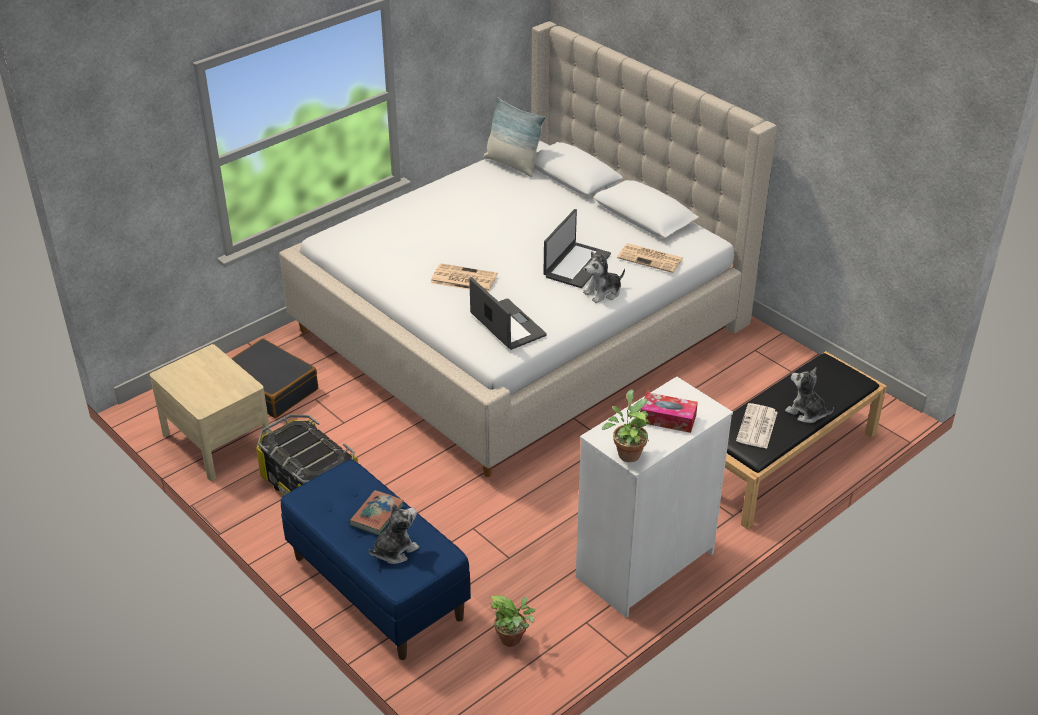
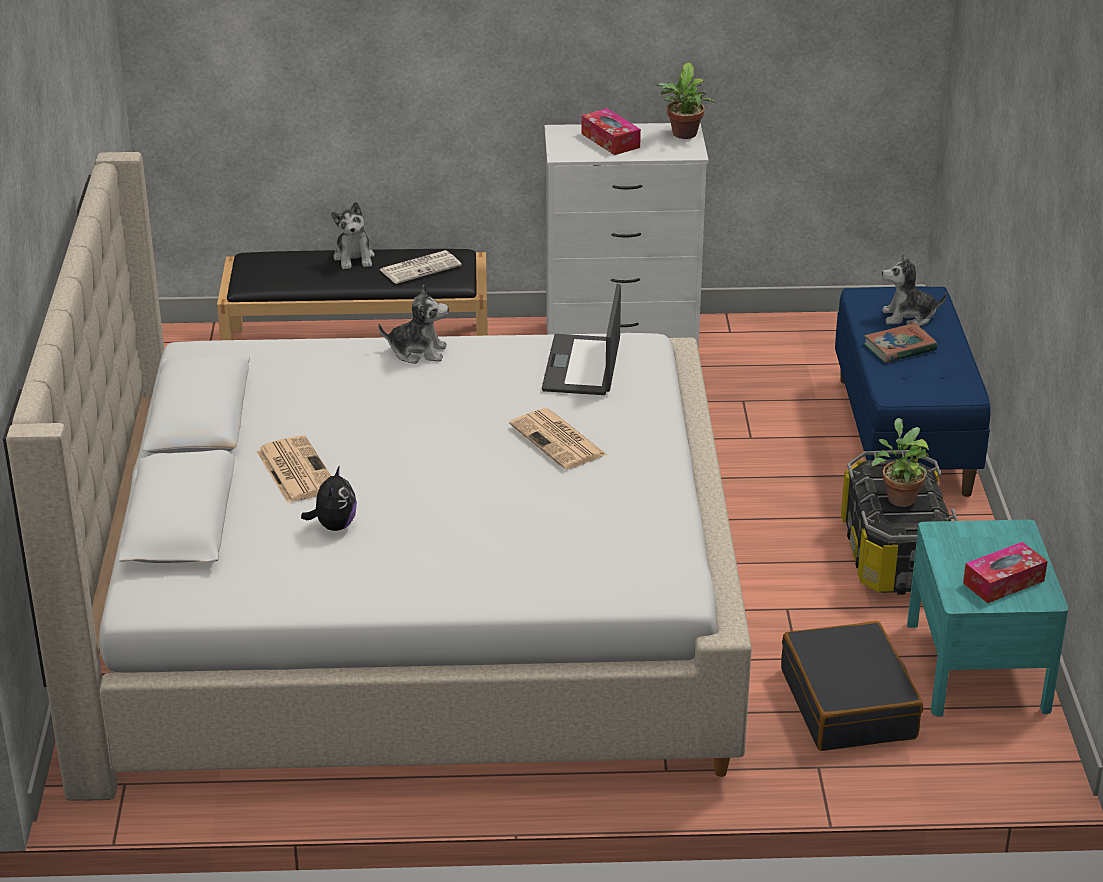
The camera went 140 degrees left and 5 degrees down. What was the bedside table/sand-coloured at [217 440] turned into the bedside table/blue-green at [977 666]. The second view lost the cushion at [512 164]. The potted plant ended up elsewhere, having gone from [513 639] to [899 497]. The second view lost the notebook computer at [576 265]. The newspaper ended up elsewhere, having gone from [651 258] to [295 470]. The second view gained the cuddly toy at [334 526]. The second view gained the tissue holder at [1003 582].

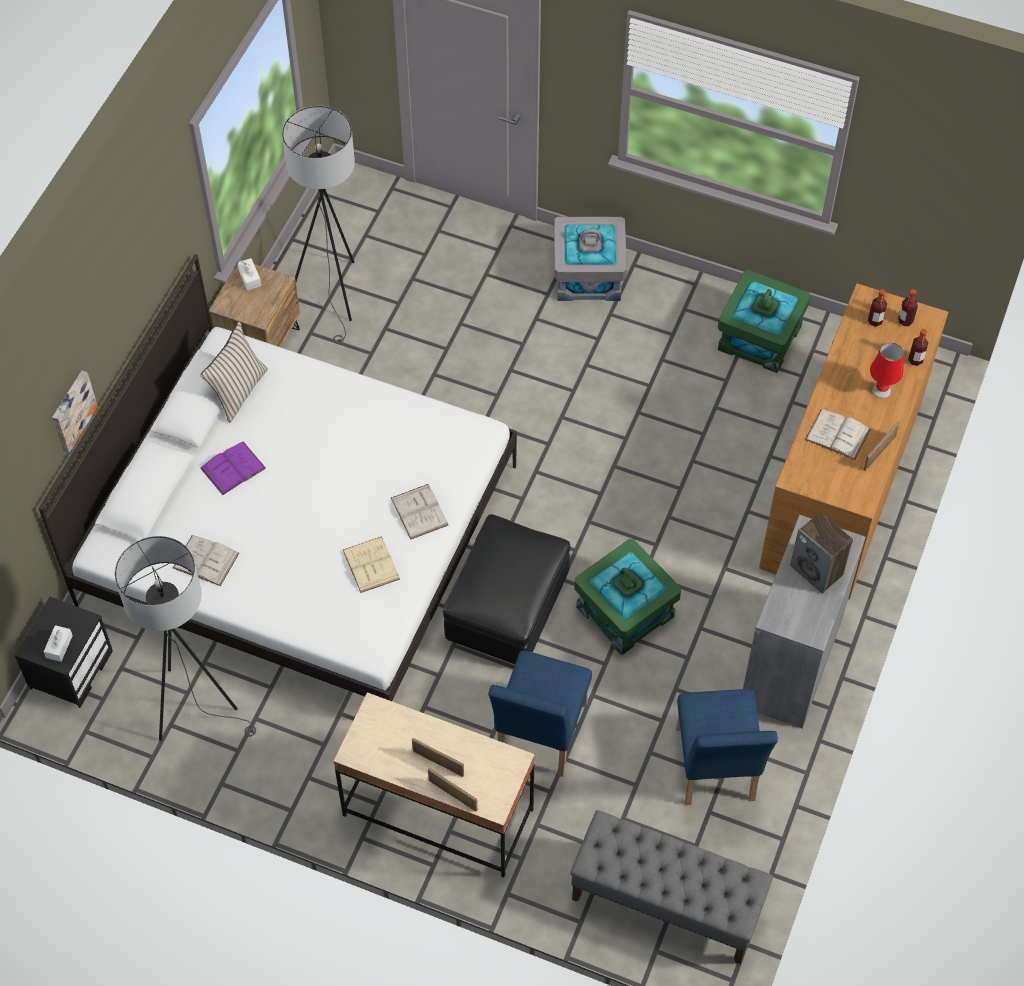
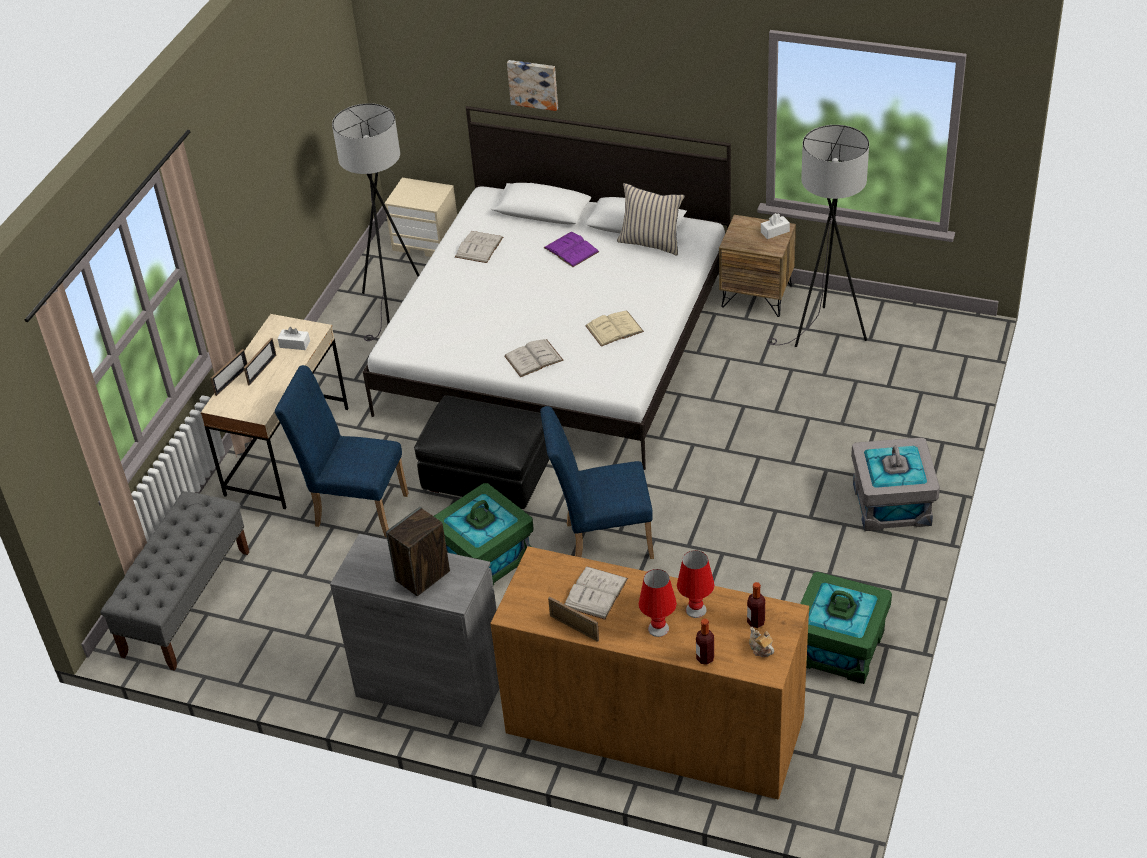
The camera went 90 degrees right and 15 degrees down. What was the bedside table/blackish at [71 668] turned into the bedside table/sand-coloured at [427 241]. The tissue holder/white ended up elsewhere, having gone from [59 646] to [294 344]. The book/sand-coloured ended up elsewhere, having gone from [371 564] to [614 328]. The plain chair/bluish ended up elsewhere, having gone from [715 772] to [601 540]. Where the drink bottle stood at [905 321], the teapot came to stand at [760 649]. The second view gained the table lamp/red-coloured at [696 610].

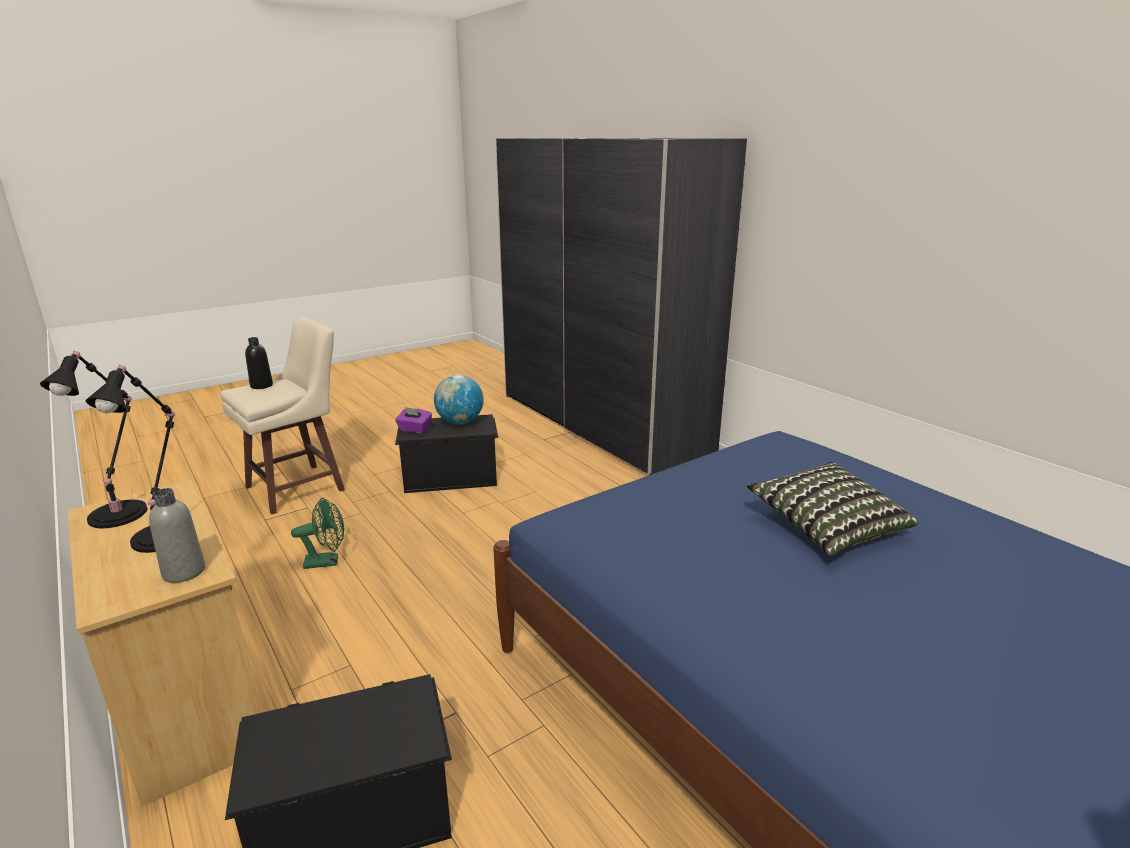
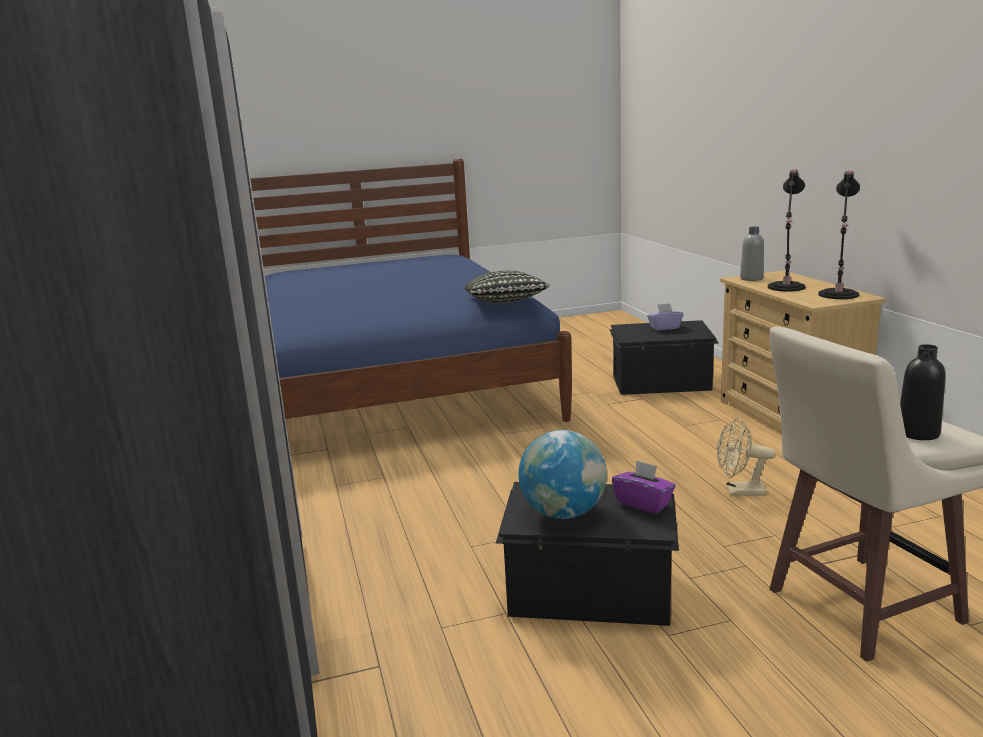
The camera went 160 degrees left and 5 degrees down. What was the electric fan/green-coloured at [327 561] turned into the electric fan/sand-coloured at [739 492]. The cushion ended up elsewhere, having gone from [827 526] to [505 303]. The second view gained the tissue holder/purple-coloured at [664 327].

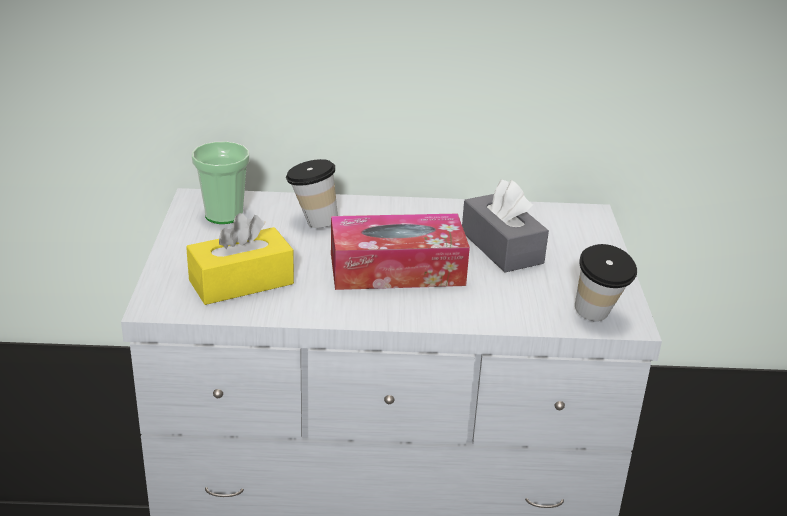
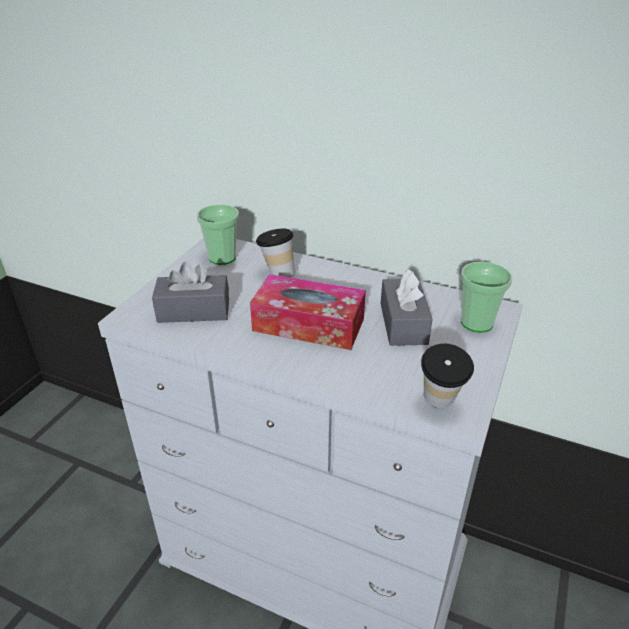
The camera went 25 degrees right and 5 degrees up. What was the tissue holder/yellow-coloured at [241 282] turned into the tissue holder/grey at [194 311]. The second view gained the small cup at [476 323].

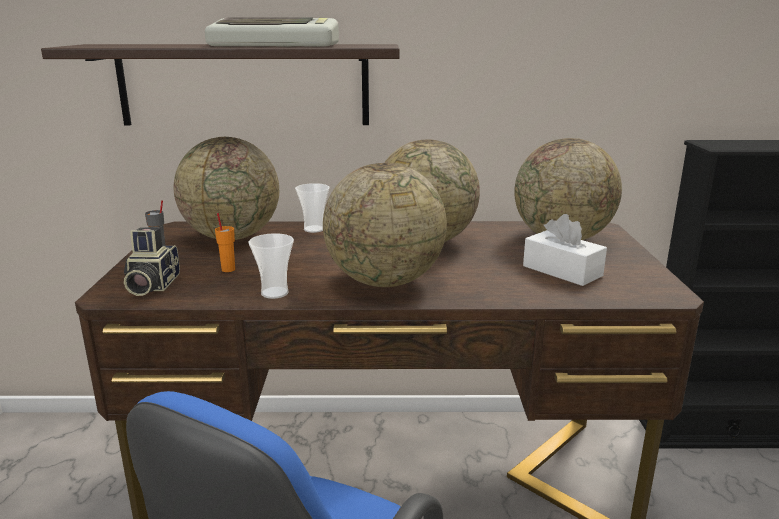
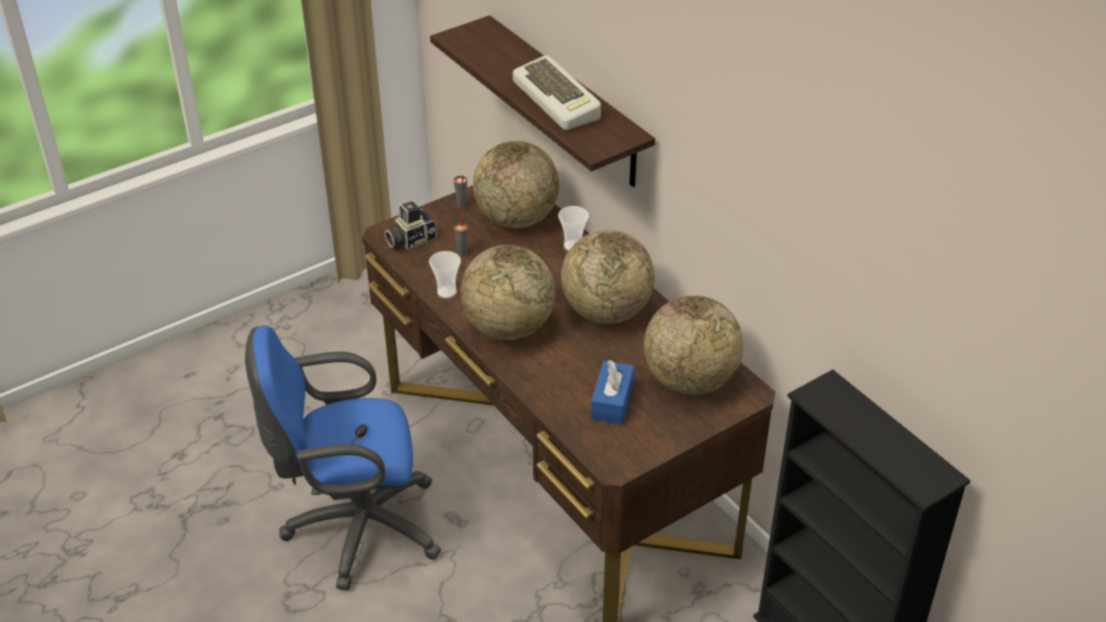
The camera went 55 degrees right and 20 degrees up. What was the small cup/orangey at [228 269] turned into the small cup/grey at [462 252]. What was the tissue holder/white at [562 271] turned into the tissue holder/bluish at [612 401].

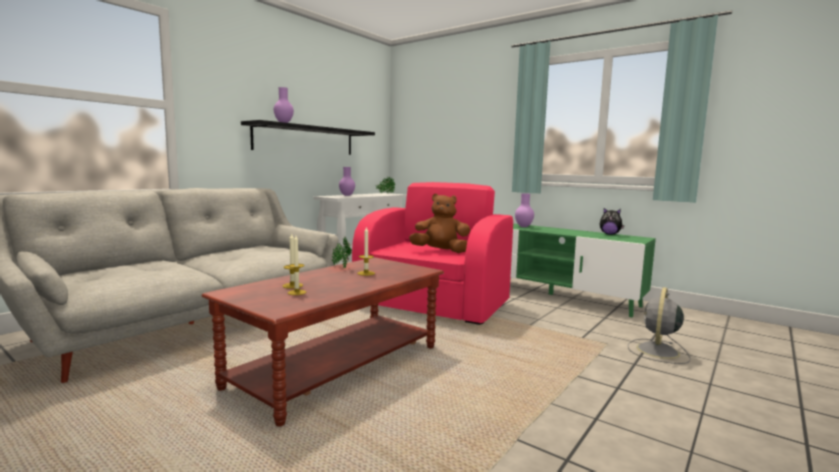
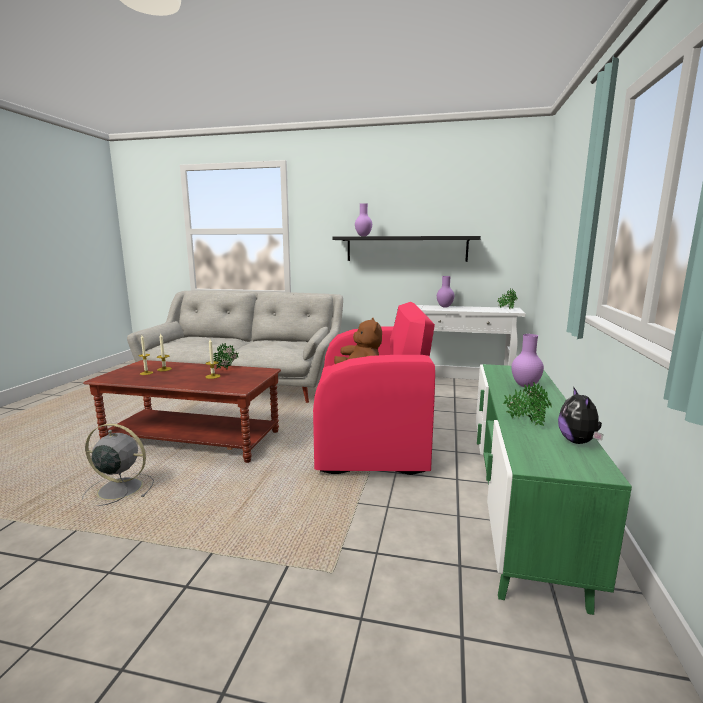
The camera went 65 degrees right and 5 degrees up. The electric fan/grey ended up elsewhere, having gone from [657 351] to [118 489]. The second view gained the potted plant at [525 422].

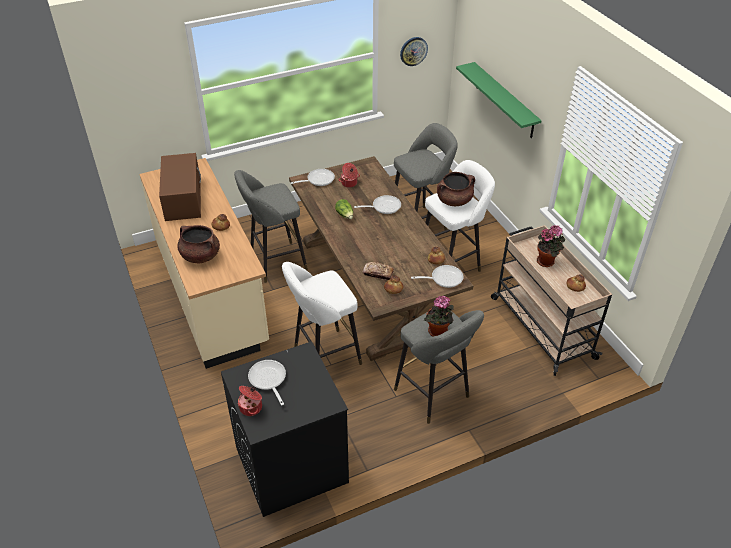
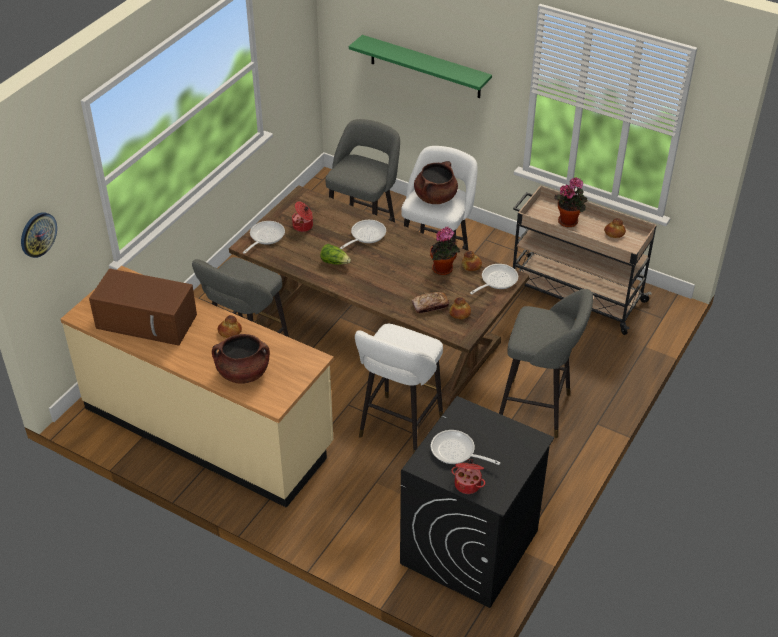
The camera went 35 degrees left and 0 degrees up. The microwave oven/brownish at [182 197] ended up facing another way, 150 degrees clockwise from before. The wall clock ended up elsewhere, having gone from [413 51] to [38 234]. The potted plant ended up elsewhere, having gone from [438 333] to [444 270].

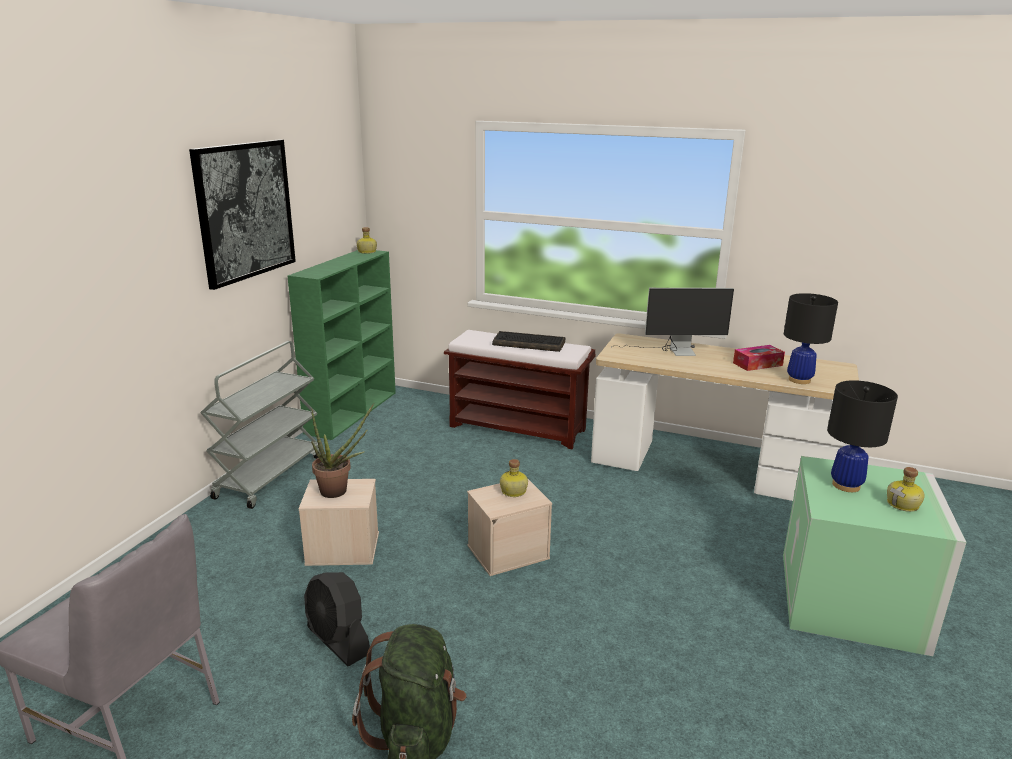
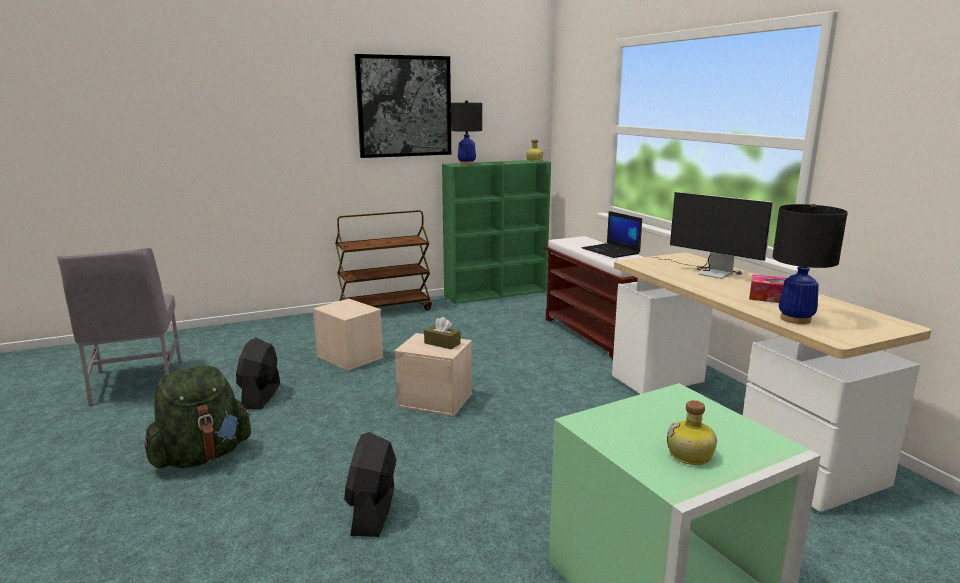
The camera went 45 degrees right and 5 degrees down. What was the trolley/grey at [269 476] turned into the trolley/brownish at [385 310]. The second view lost the potted plant at [339 491]. Where the keyboard stood at [529 343], the notebook computer came to stand at [611 251]. Where the drink bottle stood at [513 491], the tissue holder/brownish came to stand at [442 343]. The table lamp/blackish ended up elsewhere, having gone from [846 485] to [466 164]. The second view gained the electric fan/blackish at [373 511].

